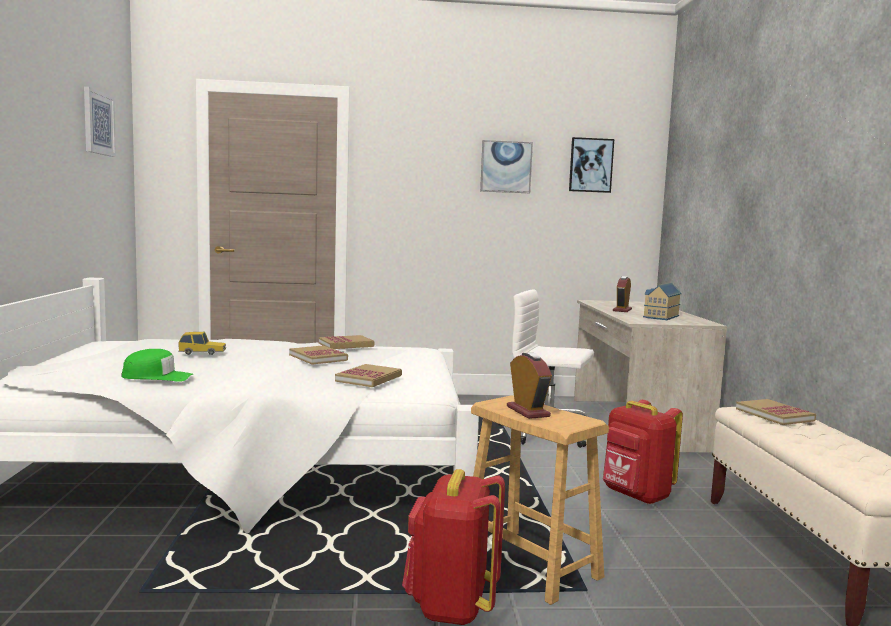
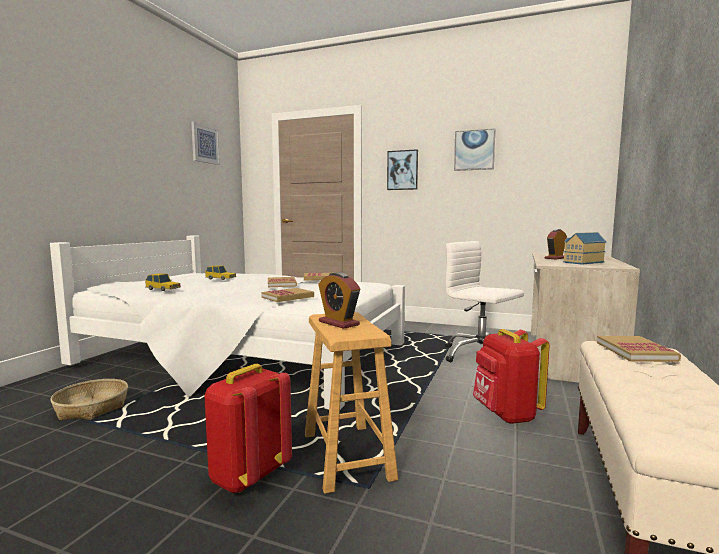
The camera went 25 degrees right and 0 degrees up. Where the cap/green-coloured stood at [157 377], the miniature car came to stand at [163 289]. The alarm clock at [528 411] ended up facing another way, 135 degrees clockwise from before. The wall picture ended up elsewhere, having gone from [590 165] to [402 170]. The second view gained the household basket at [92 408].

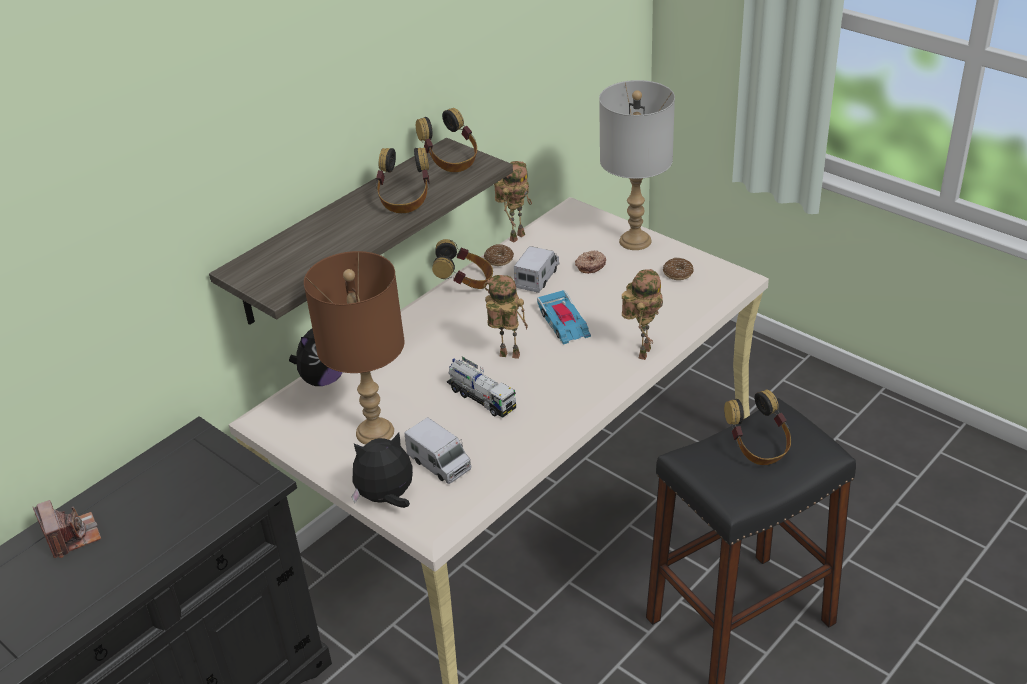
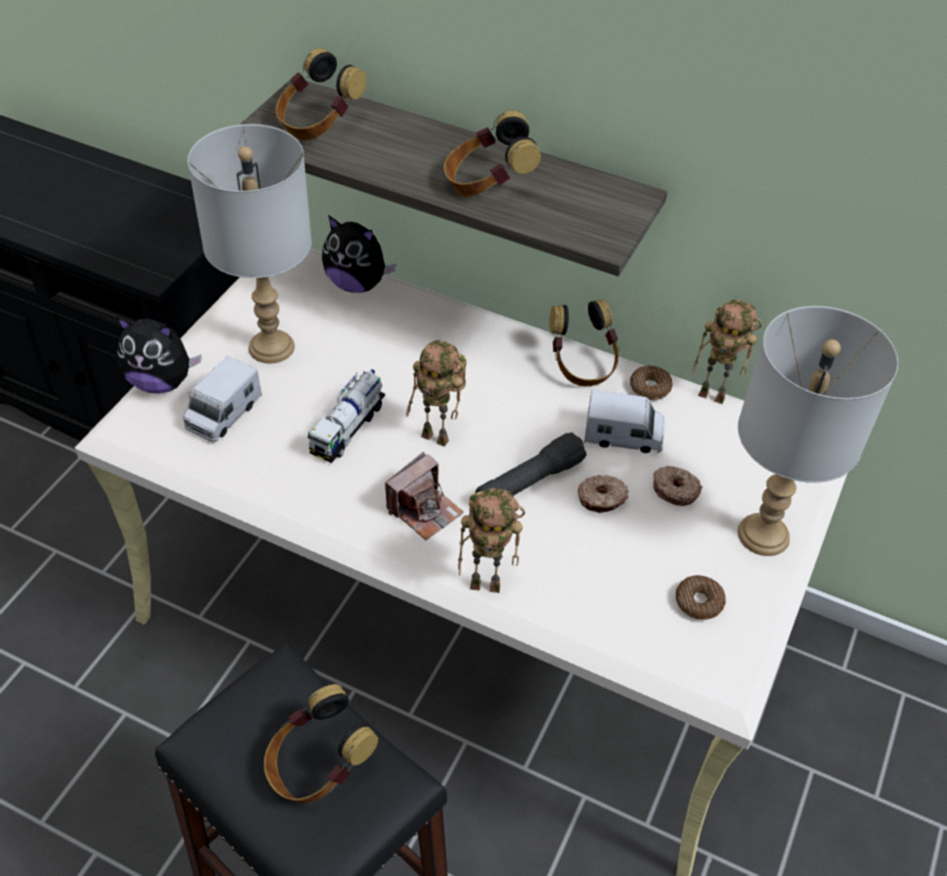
The camera went 70 degrees right and 10 degrees up. The still camera ended up elsewhere, having gone from [72 536] to [424 510]. What was the table lamp/brownish at [374 432] turned into the table lamp/grey at [271 347]. The cuddly toy at [386 498] ended up facing another way, 135 degrees clockwise from before. The headphones ended up elsewhere, having gone from [451 161] to [318 124]. The toy robot at [507 356] ended up facing another way, 120 degrees clockwise from before. Where the miniature car stood at [564 322], the flashlight/blackish came to stand at [529 482]. The second view gained the doughnut at [601 499].

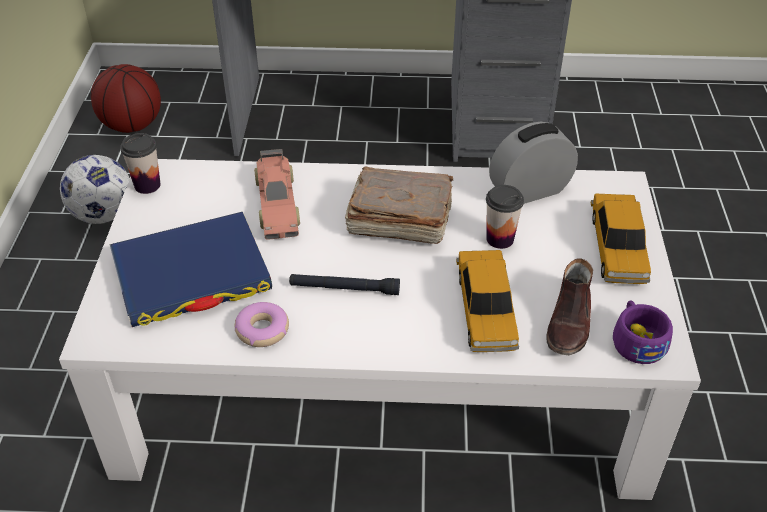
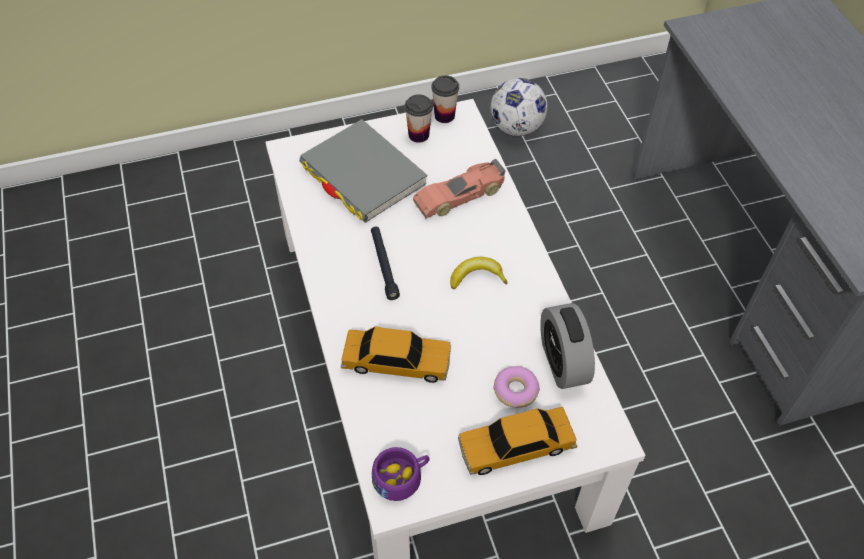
The camera went 70 degrees right and 10 degrees up. The second view lost the ball for basketball at [132 125]. What was the book/bluish at [191 275] turned into the book/grey at [363 175]. The doughnut ended up elsewhere, having gone from [262 330] to [515 390]. Where the book/brownish stood at [398 220], the banana came to stand at [477 277]. The miniature car at [485 309] ended up facing another way, 150 degrees counterclockwise from before. The small cup ended up elsewhere, having gone from [500 239] to [418 135]. The alarm clock at [529 191] ended up facing another way, 150 degrees counterclockwise from before. The second view lost the low shoe/brownish at [570 322].

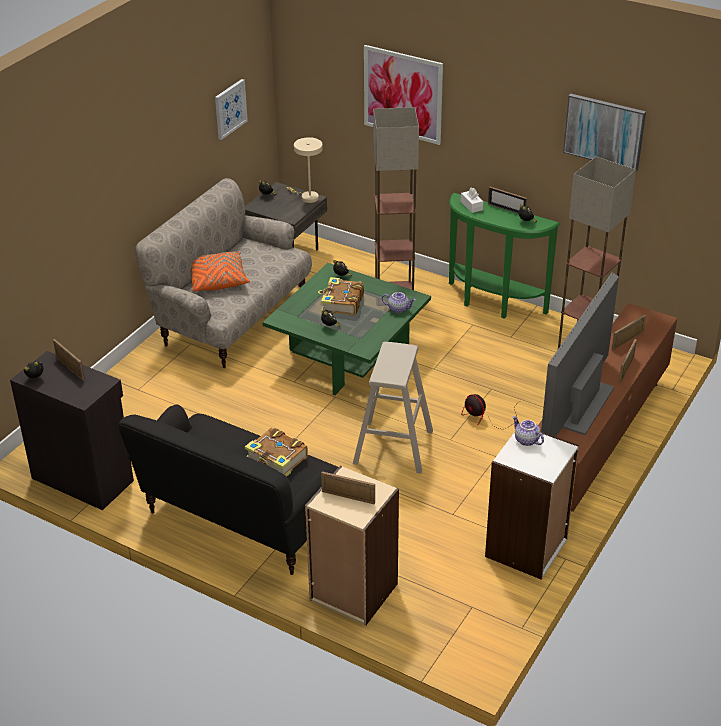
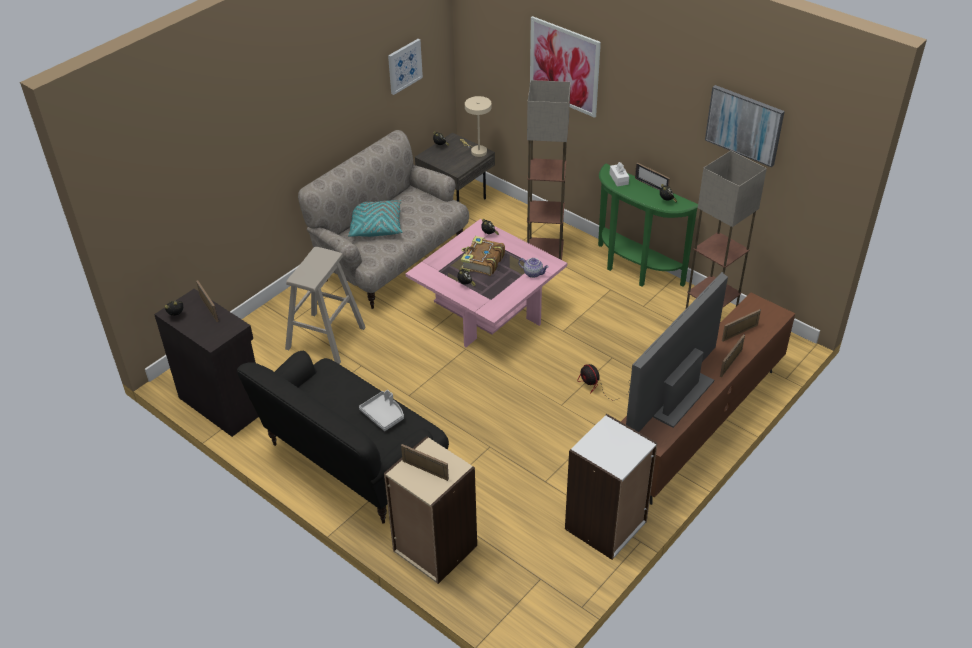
The camera went 10 degrees right and 5 degrees up. What was the cushion/orangey at [217 279] turned into the cushion/blue-green at [376 226]. Where the book stood at [277 460], the serving tray/grey came to stand at [383 415]. What was the coffee table/green-coloured at [348 357] turned into the coffee table/pink-coloured at [487 310]. The sitting stool/sand-coloured ended up elsewhere, having gone from [393 447] to [325 338]. The second view lost the teapot at [526 440].

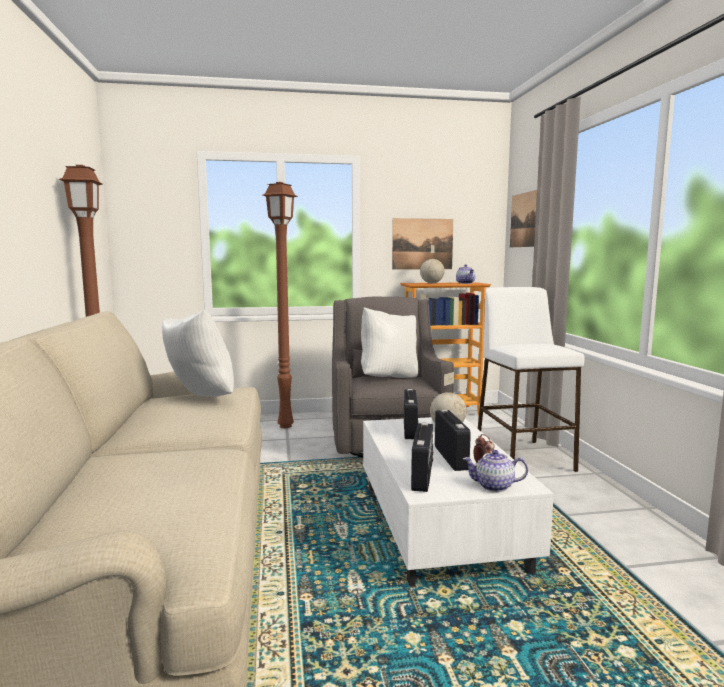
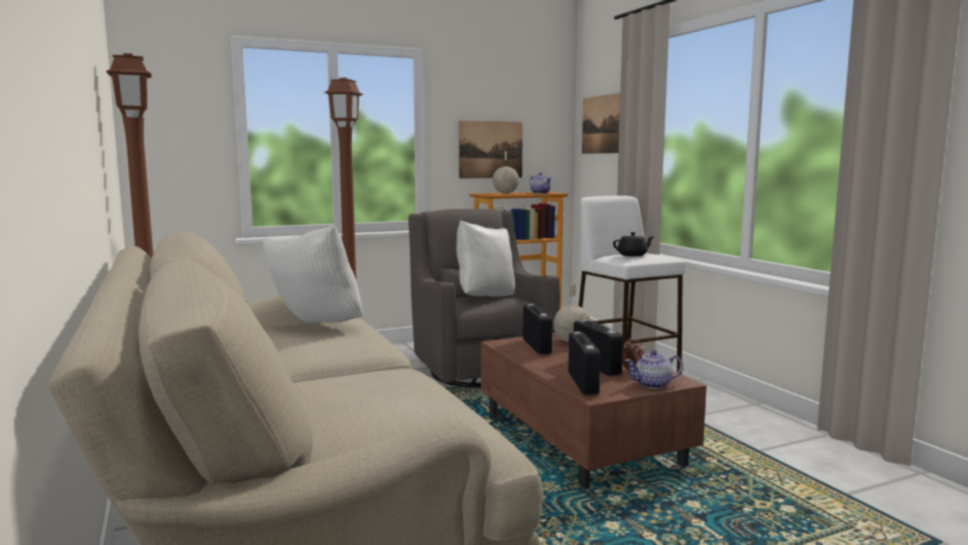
The camera went 15 degrees left and 0 degrees up. What was the coffee table/white at [439 524] turned into the coffee table/brownish at [579 437]. The second view gained the teapot/blackish at [633 255].

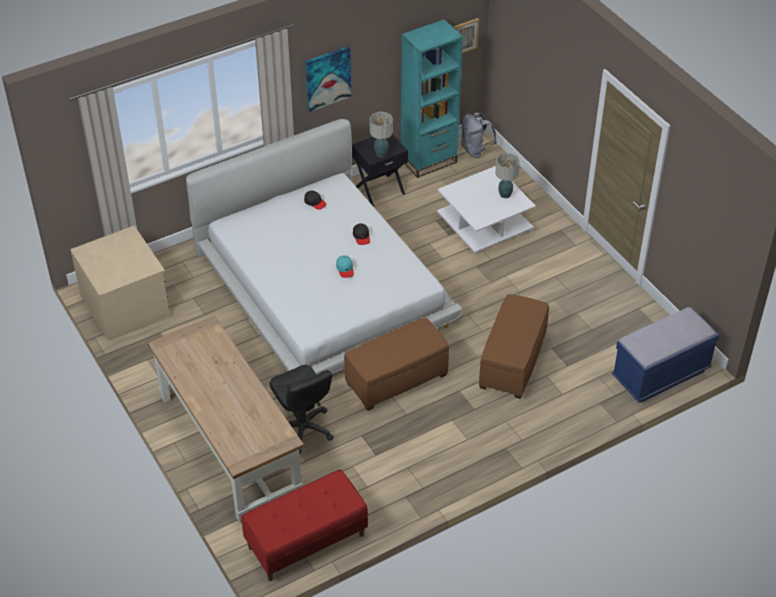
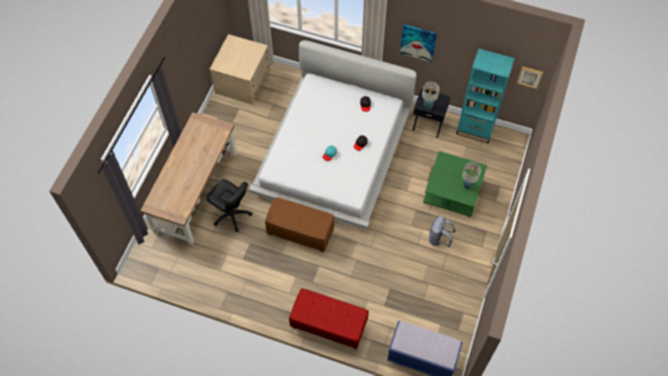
The camera went 50 degrees right and 15 degrees up. The indoor bench/red-coloured ended up elsewhere, having gone from [306 541] to [328 325]. The computer chair/blackish at [302 429] ended up facing another way, 75 degrees counterclockwise from before. What was the coffee table/white at [484 223] turned into the coffee table/green-coloured at [453 190]. The knapsack/grey ended up elsewhere, having gone from [475 151] to [439 239]. The second view lost the pouffe/brownish at [513 361].

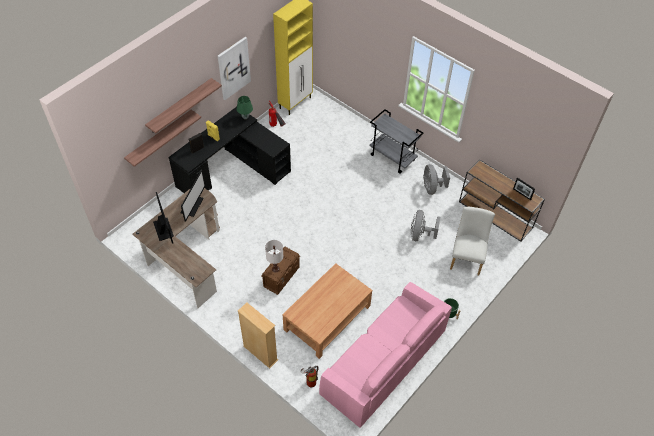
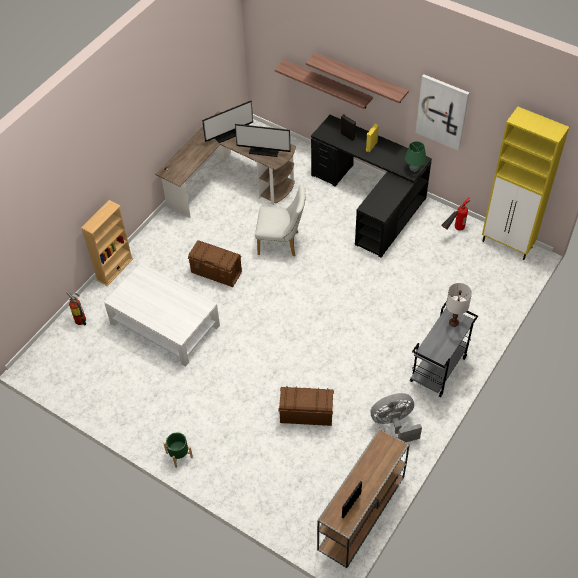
The camera went 85 degrees right and 0 degrees up. The table lamp/white ended up elsewhere, having gone from [275 269] to [454 322]. What was the coffee table/brownish at [327 318] turned into the coffee table/white at [164 324]. The second view lost the couch/pink-coloured at [383 362]. Where the electric fan/grey stood at [420 234], the storage container/brownish came to stand at [306 414]. The plain chair/white ended up elsewhere, having gone from [467 257] to [282 243].

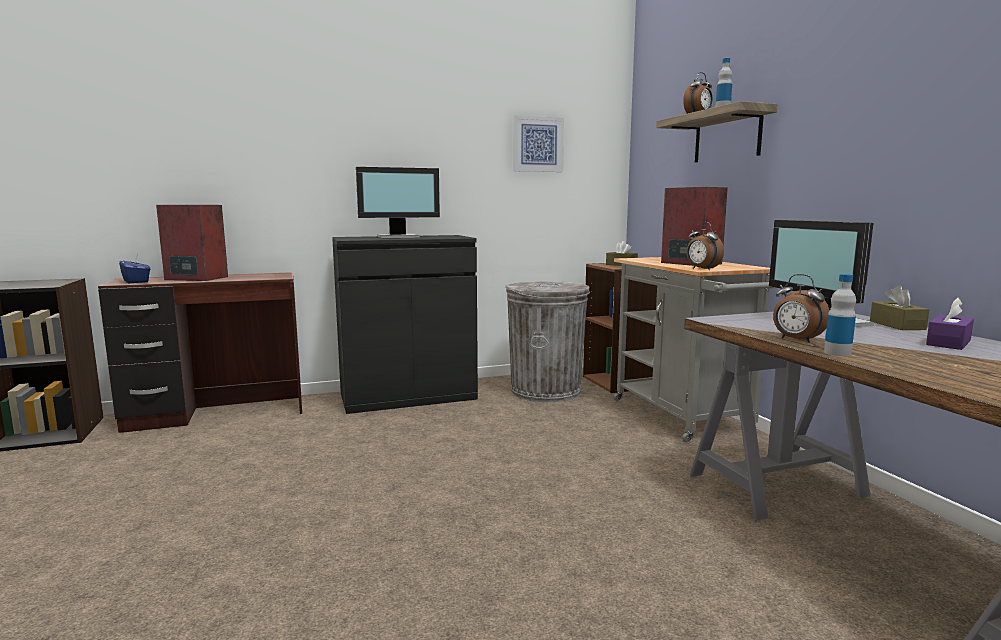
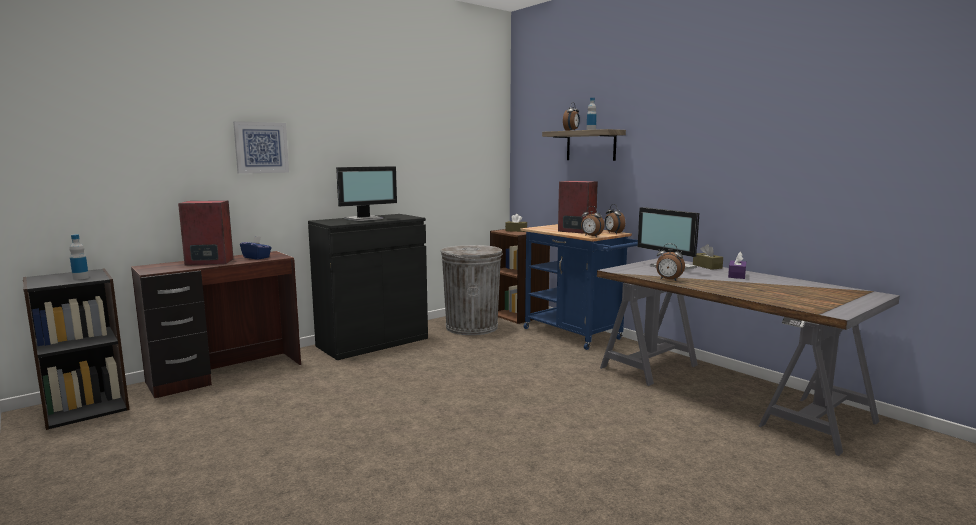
The camera went 20 degrees left and 0 degrees up. The tissue holder/bluish ended up elsewhere, having gone from [136 281] to [256 257]. The wall picture ended up elsewhere, having gone from [537 144] to [261 147]. What was the trolley/grey at [686 419] turned into the trolley/bluish at [577 335]. The drink bottle ended up elsewhere, having gone from [837 353] to [80 278]. The second view gained the alarm clock at [613 233].

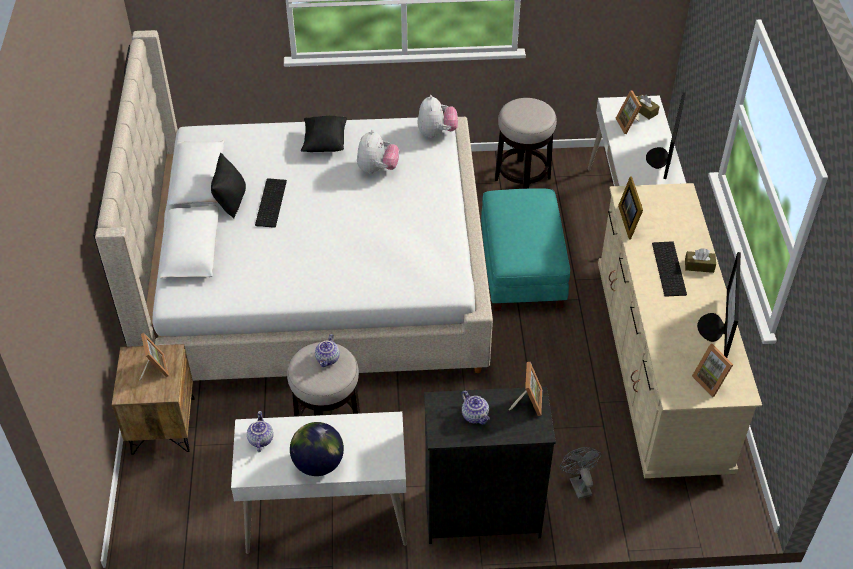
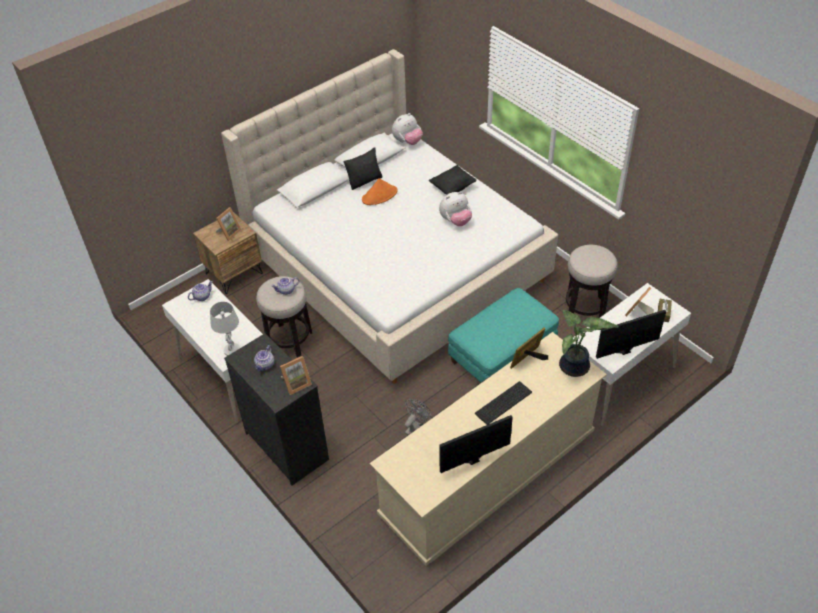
The camera went 55 degrees right and 0 degrees up. Where the keyboard stood at [270 202], the clothing hat/orangey came to stand at [379 195]. The second view lost the world globe at [318 463]. The cuddly toy ended up elsewhere, having gone from [436 132] to [407 141]. The electric fan/grey ended up elsewhere, having gone from [578 484] to [416 427]. The second view lost the tissue holder/brownish at [699 266]. The second view lost the picture frame at [711 381]. The second view gained the table lamp/white at [232 350]. The second view gained the potted plant at [575 368].

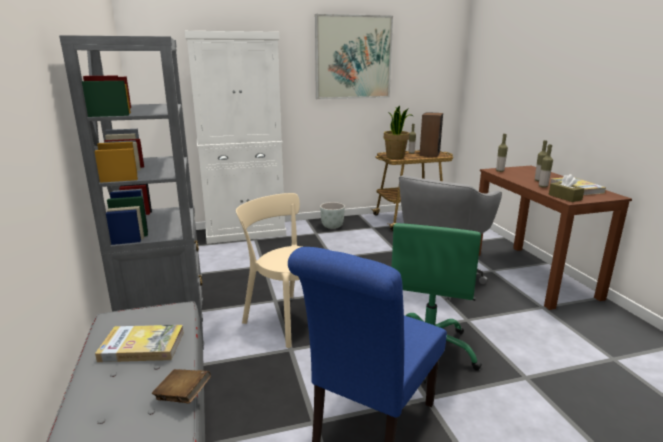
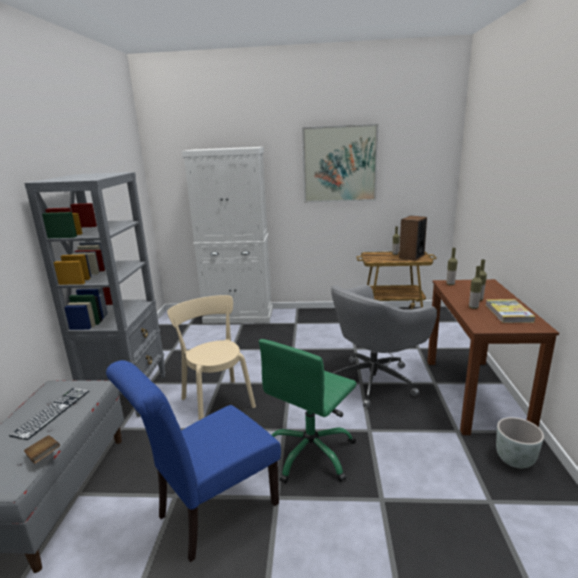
The camera went 20 degrees right and 0 degrees up. Where the book stood at [142 346], the keyboard came to stand at [52 412]. The planter/grey ended up elsewhere, having gone from [332 226] to [515 459]. The second view lost the potted plant at [395 157]. The second view lost the tissue holder/brownish at [565 197].

